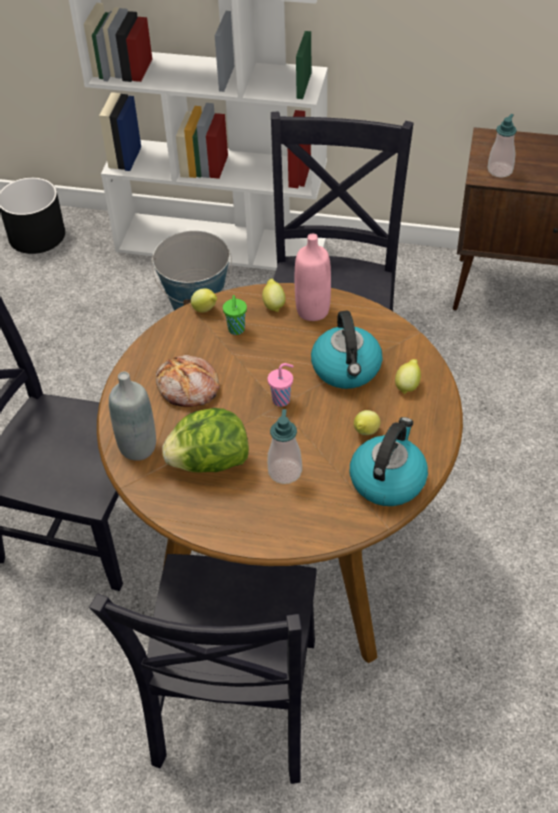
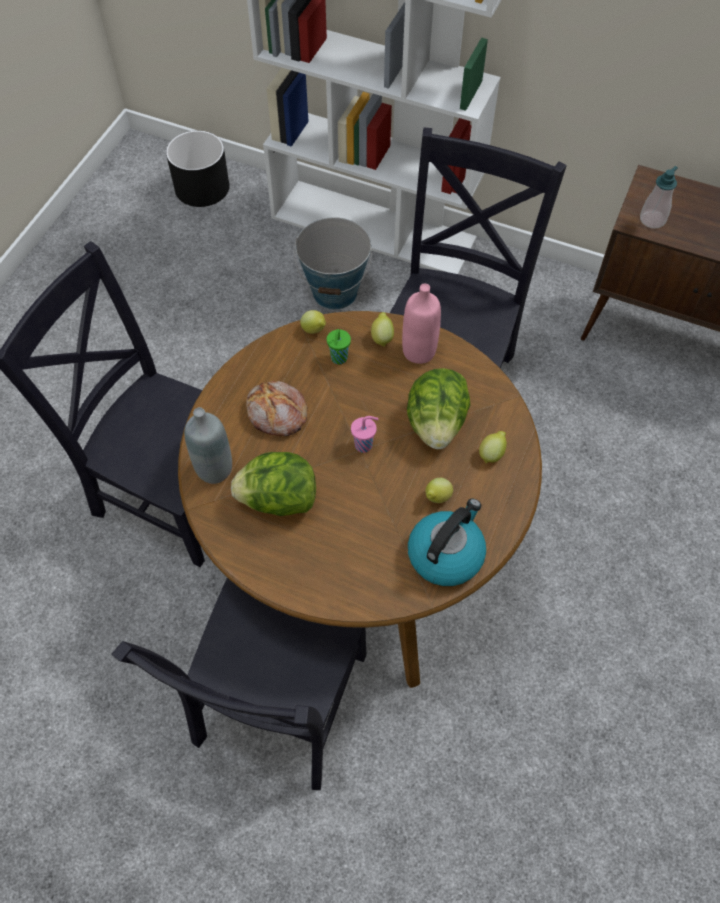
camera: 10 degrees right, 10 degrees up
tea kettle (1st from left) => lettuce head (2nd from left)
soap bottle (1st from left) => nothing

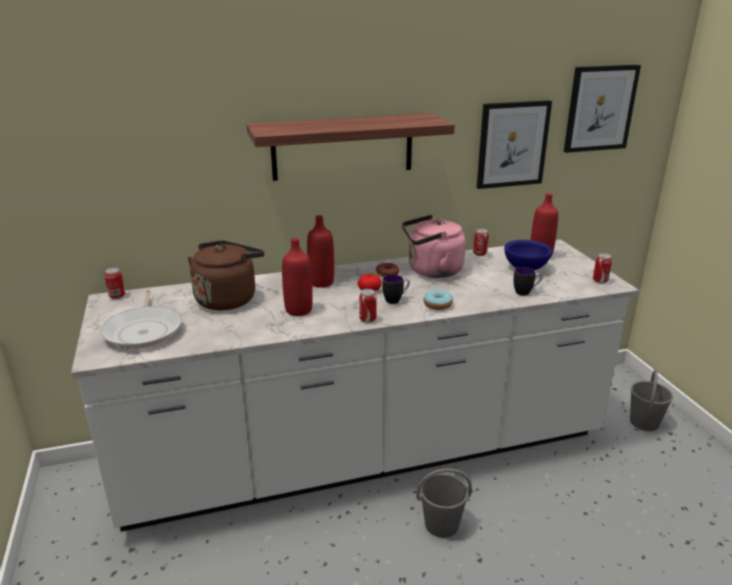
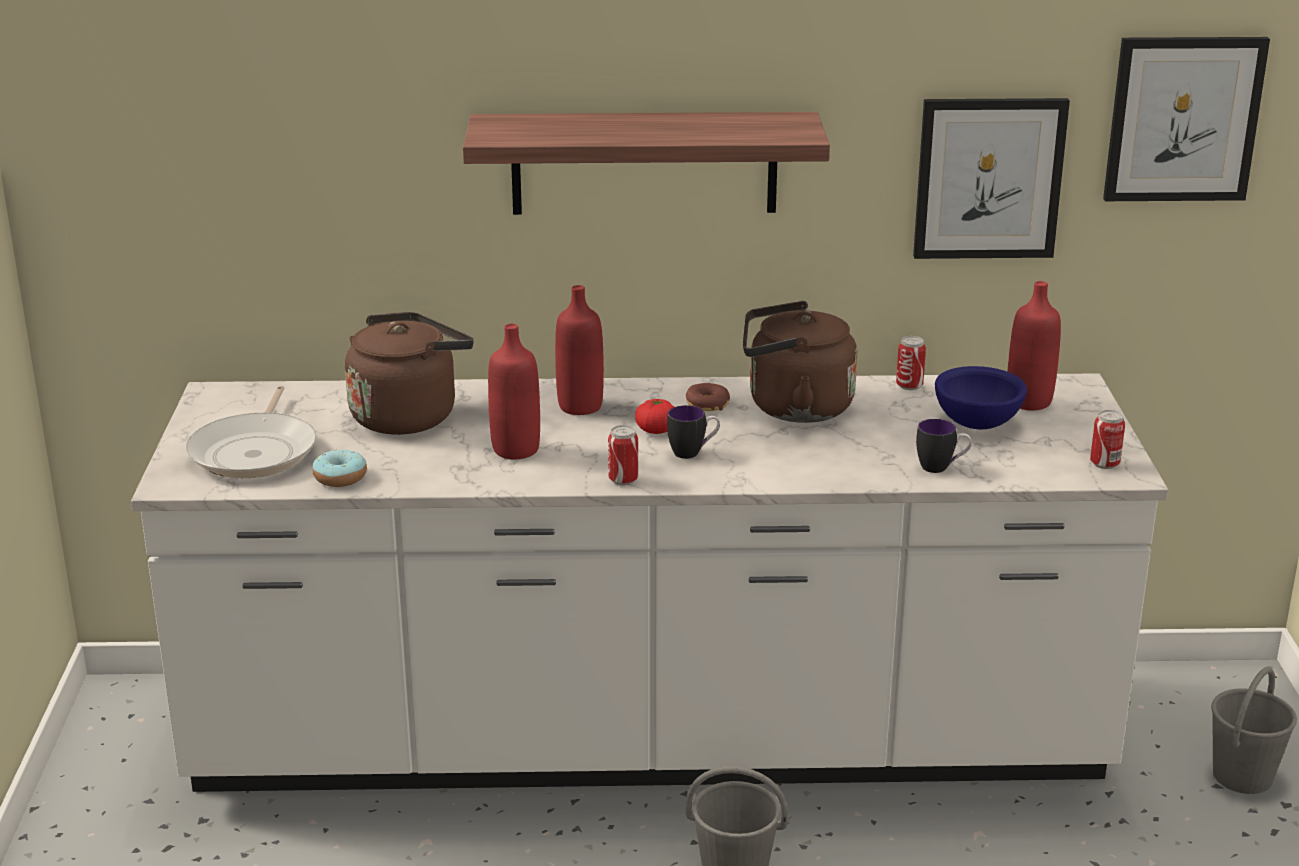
camera: 15 degrees right, 0 degrees up
doughnut (2nd from left in the first image) => doughnut (1st from left), move
pink-coloured tea kettle => brown-coloured tea kettle (2nd from left)
sealed can (1st from left) => nothing

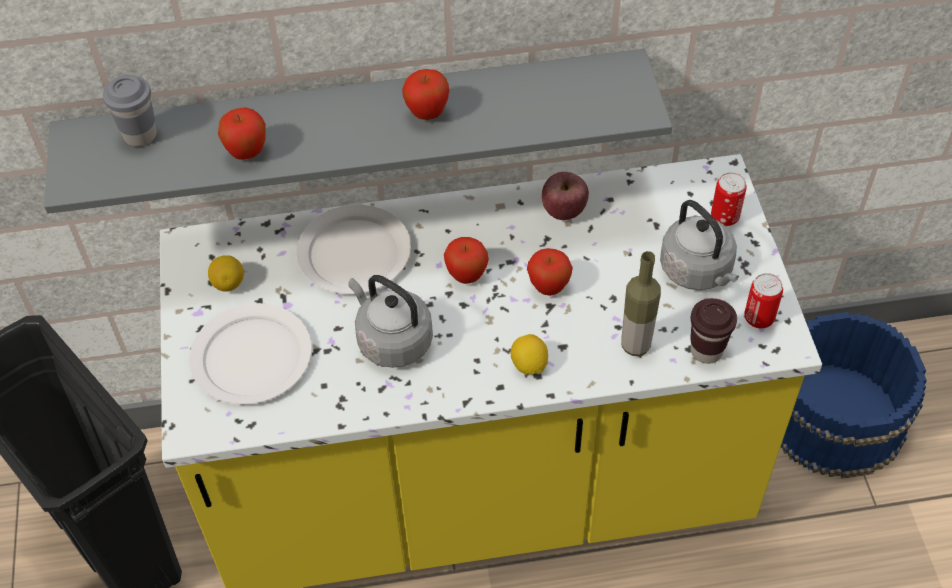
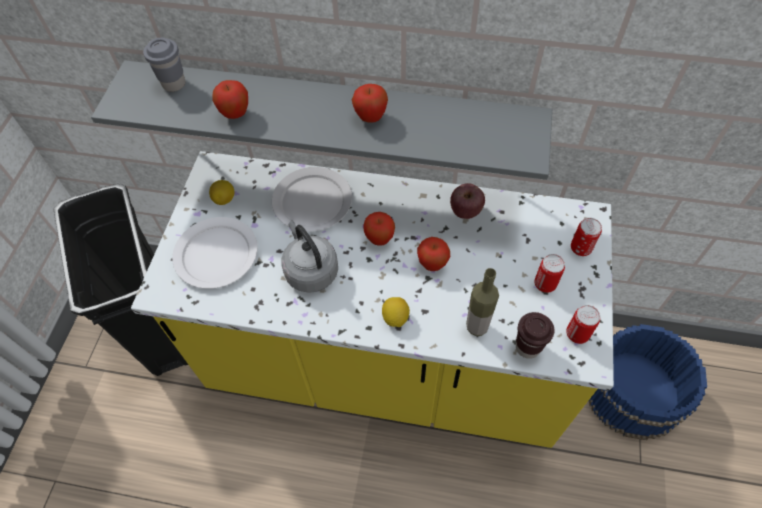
camera: 20 degrees right, 5 degrees up
greyish tea kettle (2nd from left) => sealed can (1st from left)

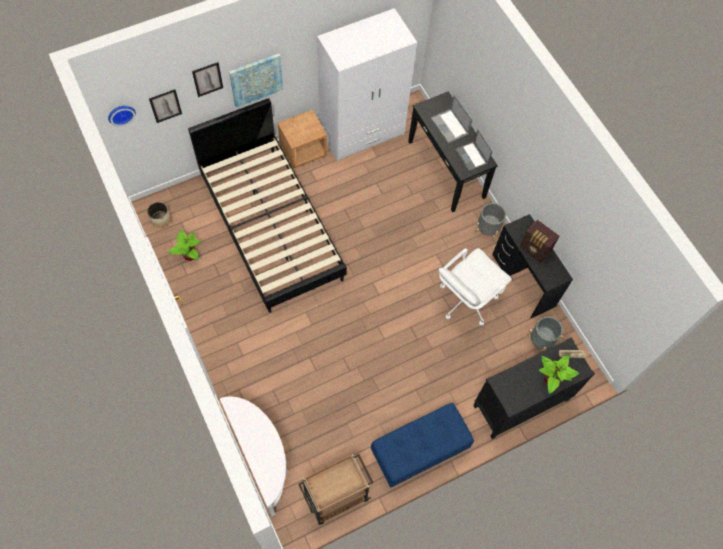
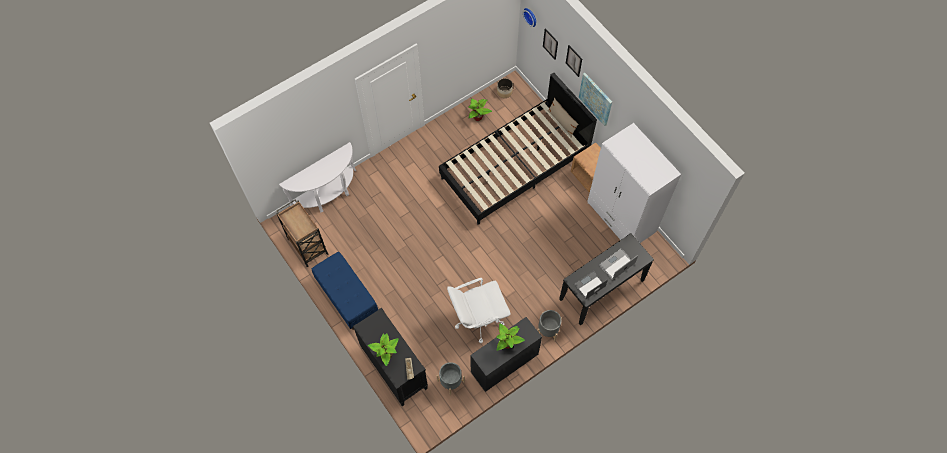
camera: 85 degrees right, 0 degrees up
white office chair, 60 degrees counterclockwise
radio receiver => houseplant (3rd from left)
nothing => beige throw pillow

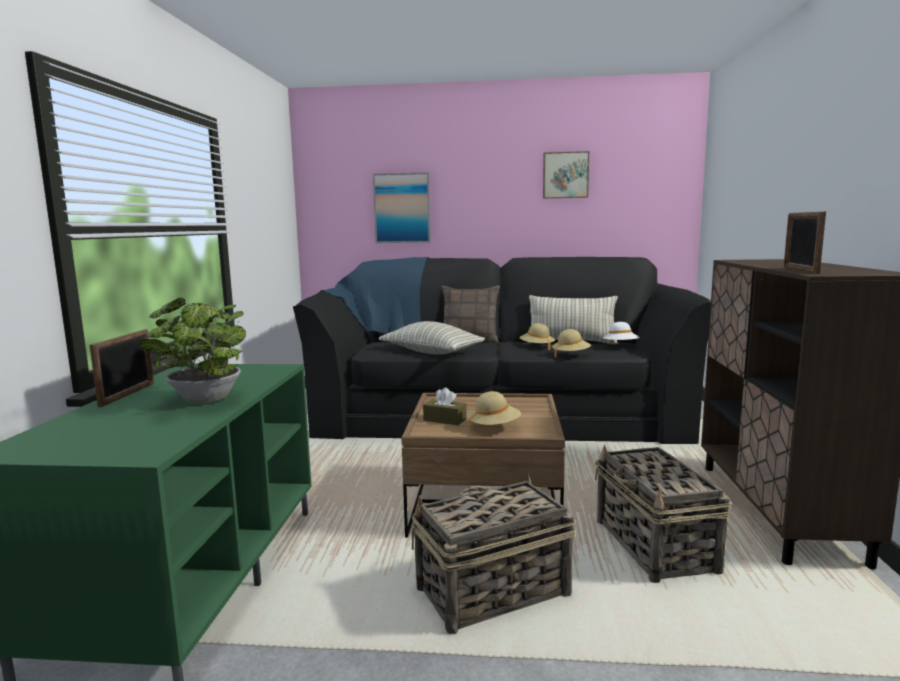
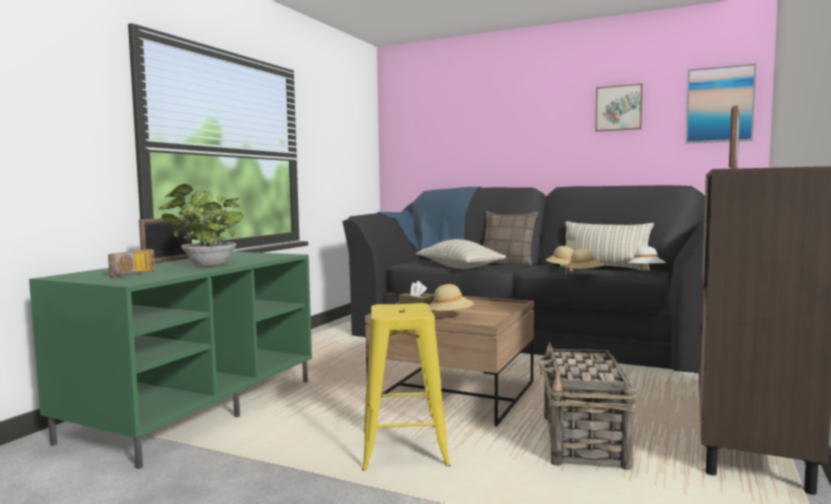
camera: 20 degrees right, 5 degrees down
nothing => radio receiver
household basket (1st from left) => yellow-coloured stool
wall art (1st from left in the first image) => wall art (2nd from left), move

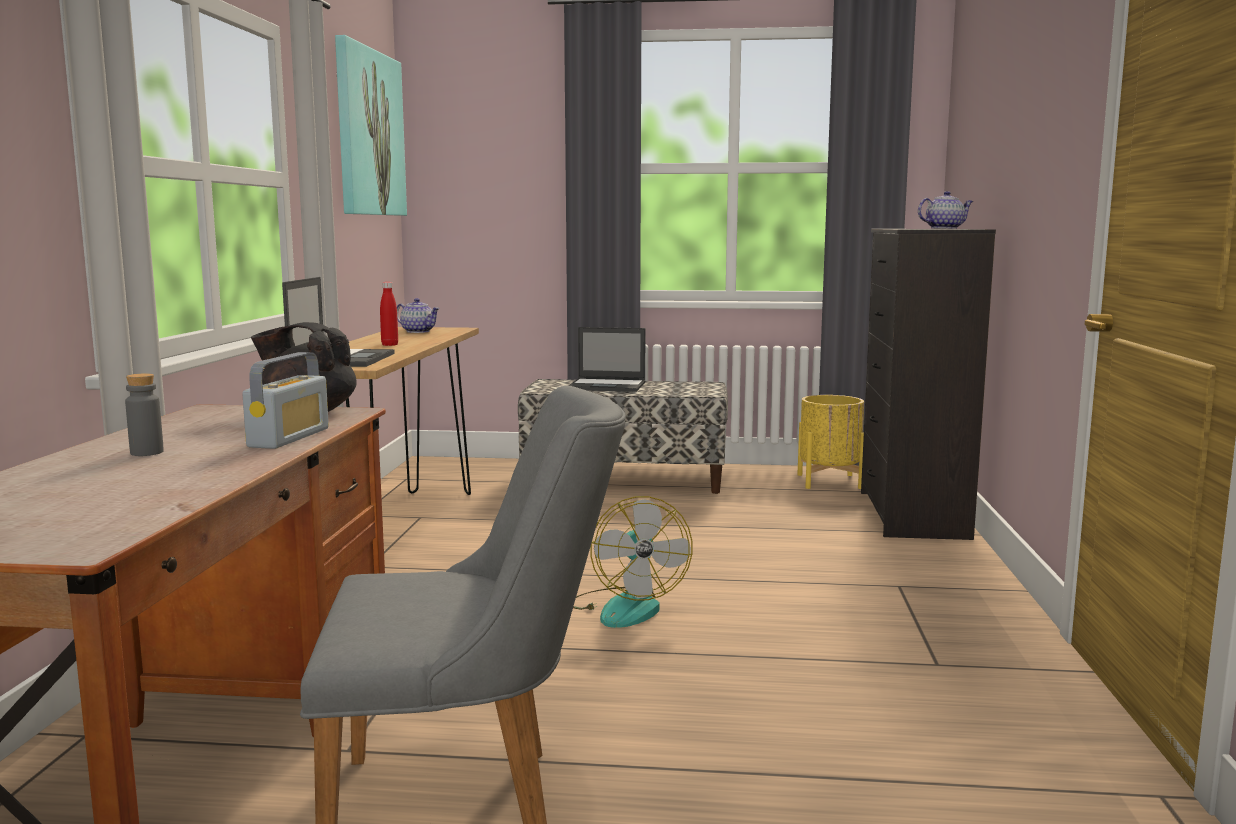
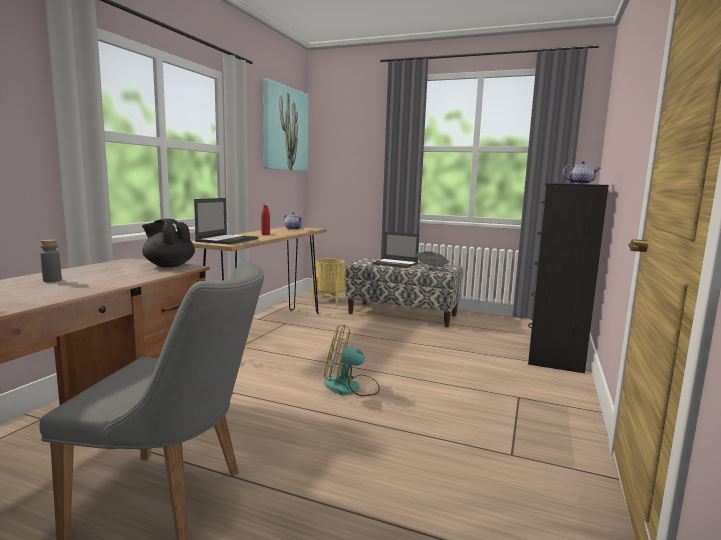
camera: 15 degrees right, 0 degrees up
yellow-coloured plant pot, move
cooling fan, 90 degrees clockwise
nothing => newspaper
radio receiver => nothing

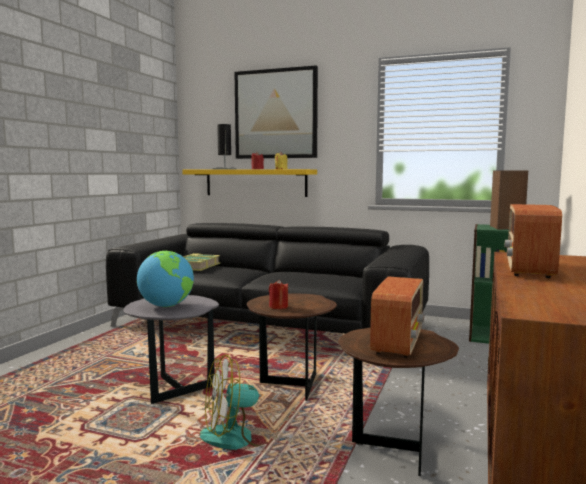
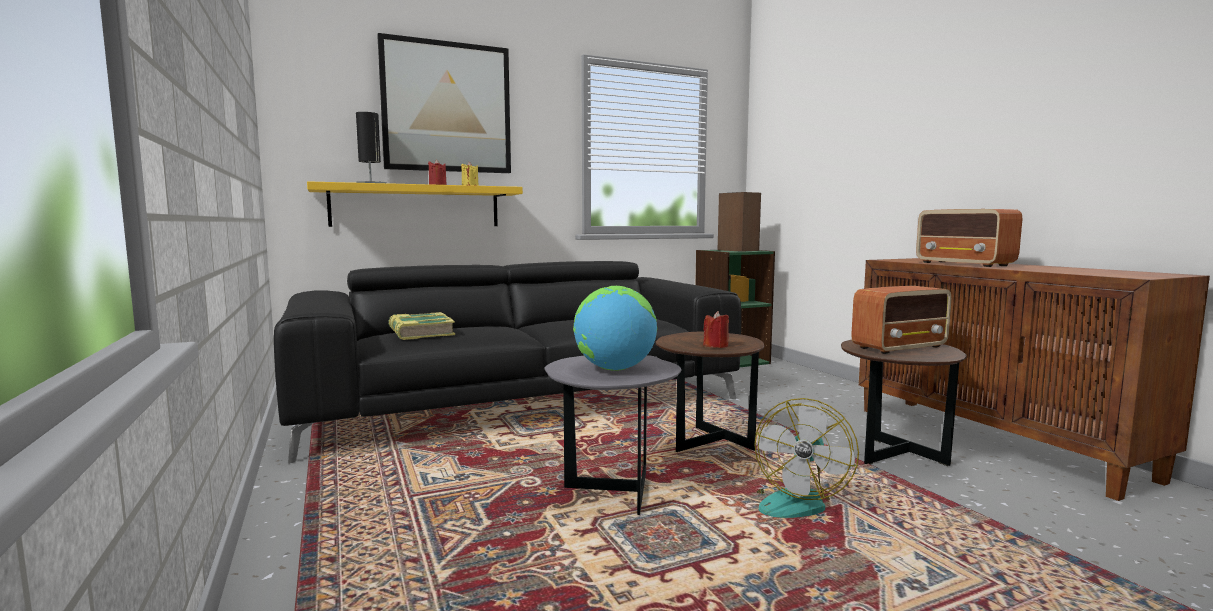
camera: 45 degrees left, 0 degrees up
radio receiver (1st from left), 90 degrees clockwise

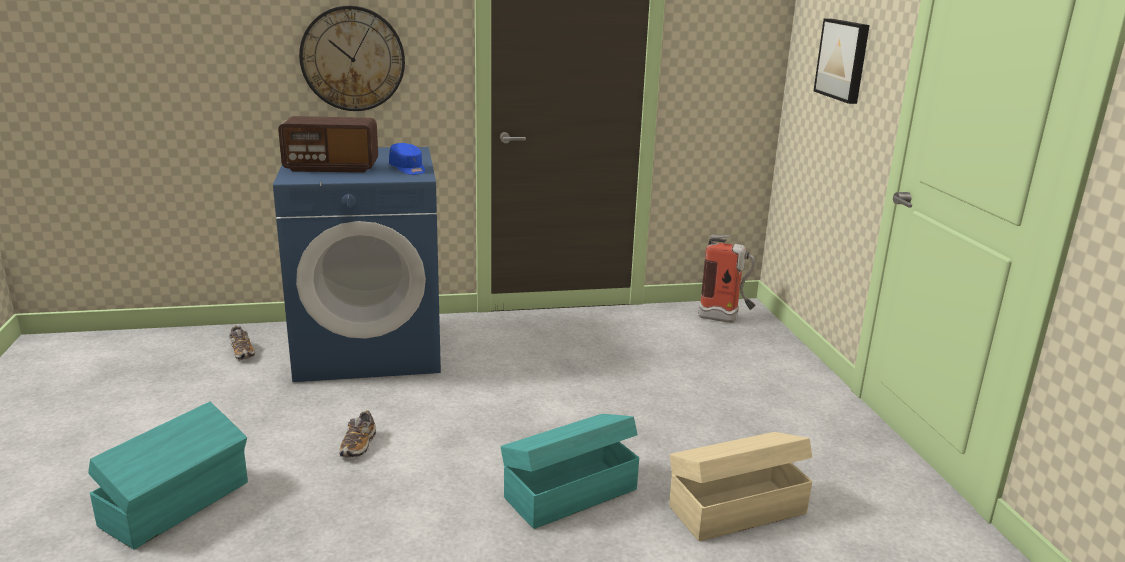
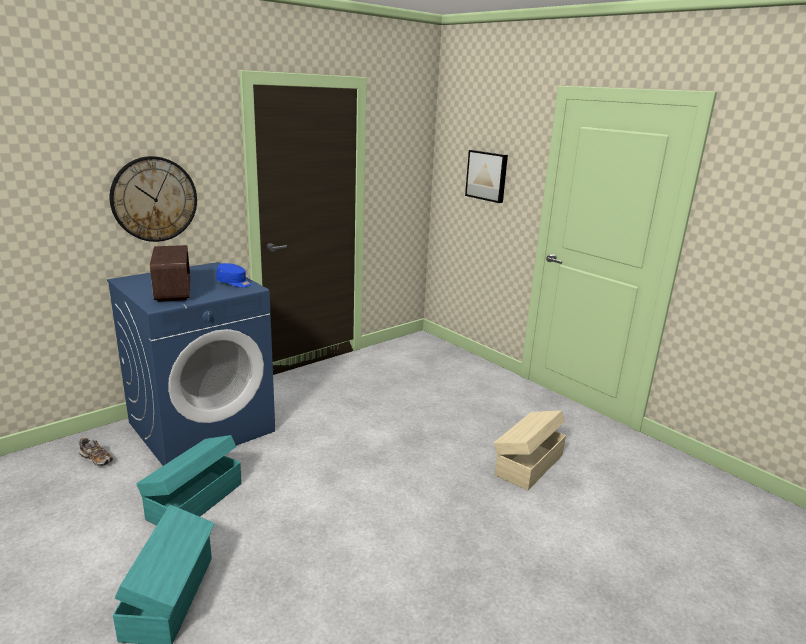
camera: 30 degrees left, 0 degrees up
turquoise-coloured storage container (2nd from left), move
radio receiver, 75 degrees counterclockwise
item of footwear (2nd from left) => nothing
fire-fighting cylinder => nothing

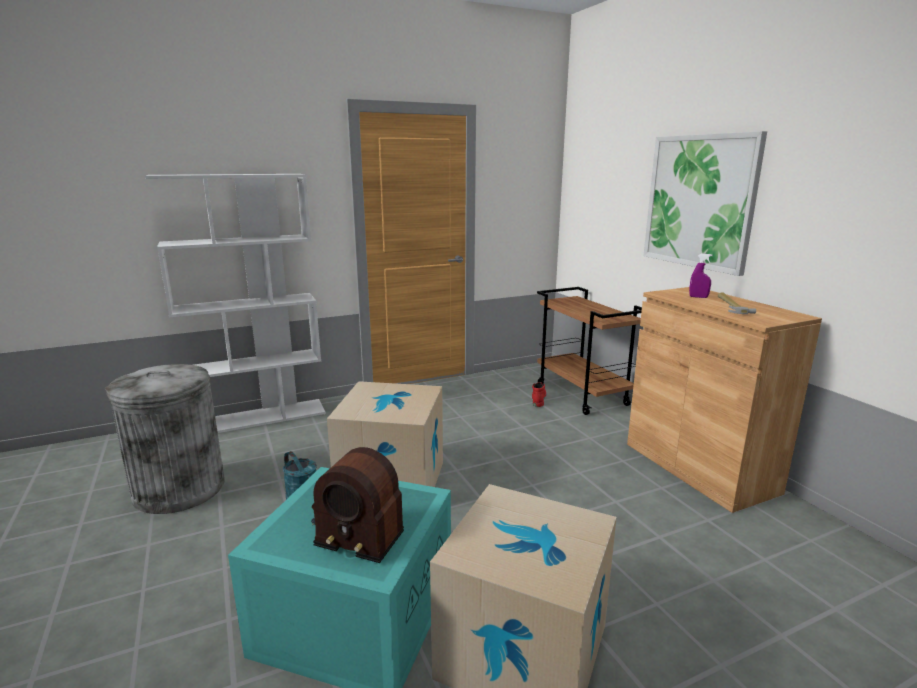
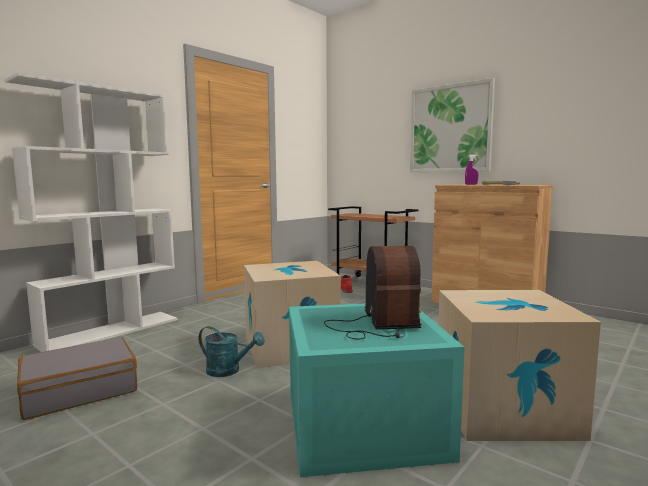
camera: 25 degrees left, 10 degrees down
greyish rubbish bin => greyish suitcase
radio receiver, 90 degrees counterclockwise

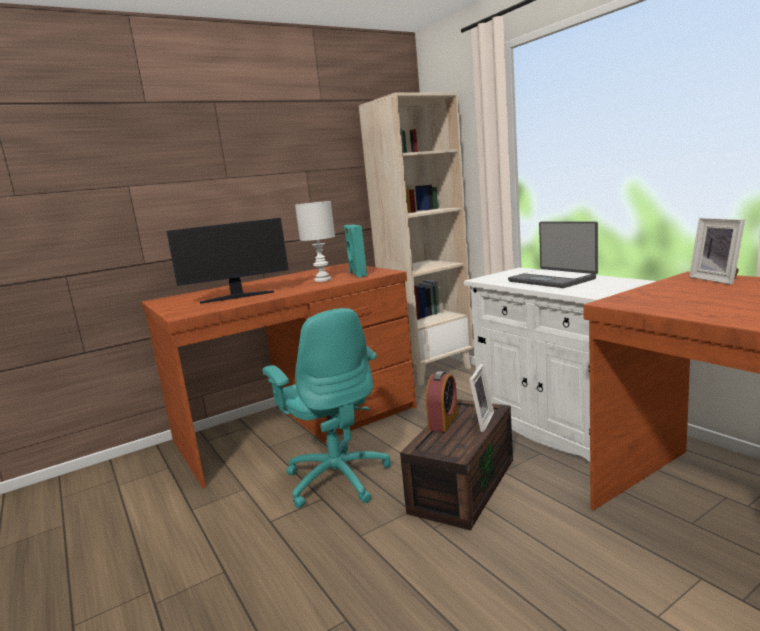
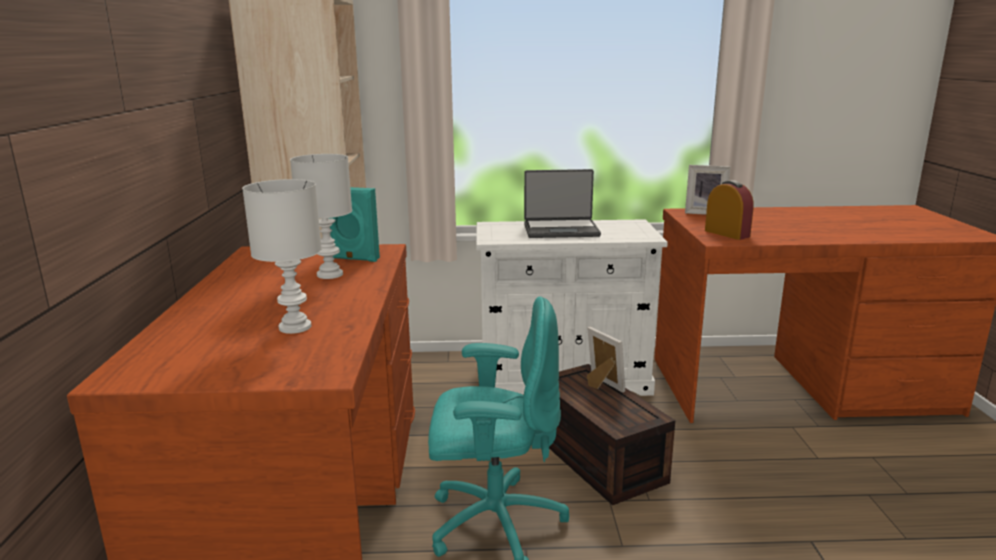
camera: 60 degrees left, 5 degrees up
computer screen => white tabletop lamp (1st from left)
table clock, move

